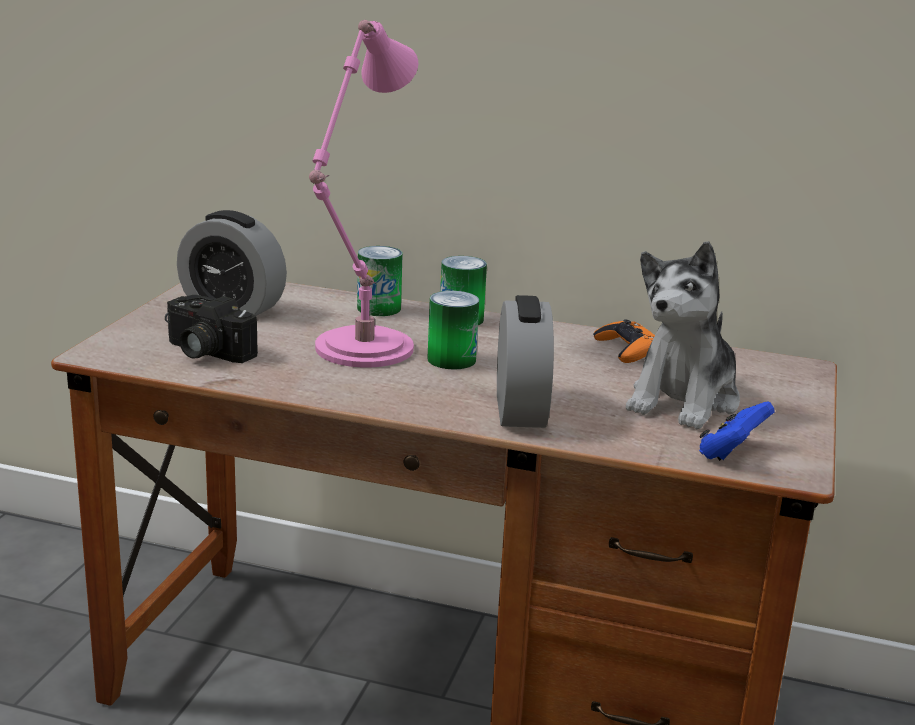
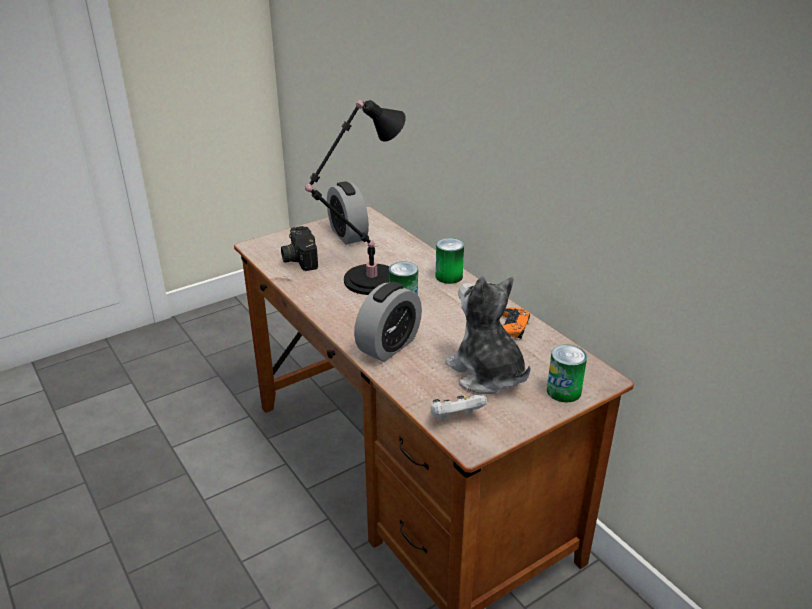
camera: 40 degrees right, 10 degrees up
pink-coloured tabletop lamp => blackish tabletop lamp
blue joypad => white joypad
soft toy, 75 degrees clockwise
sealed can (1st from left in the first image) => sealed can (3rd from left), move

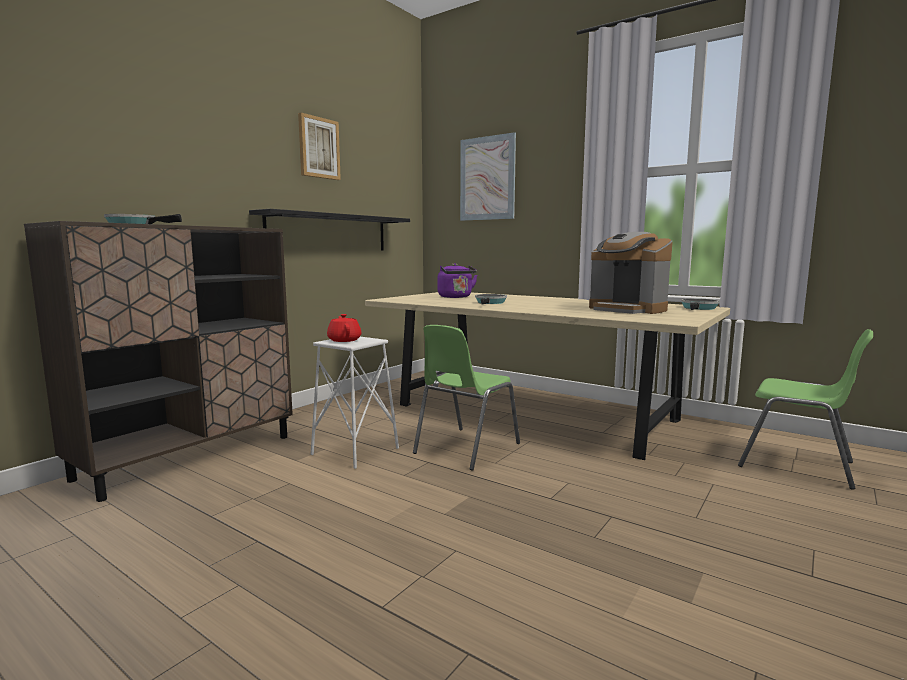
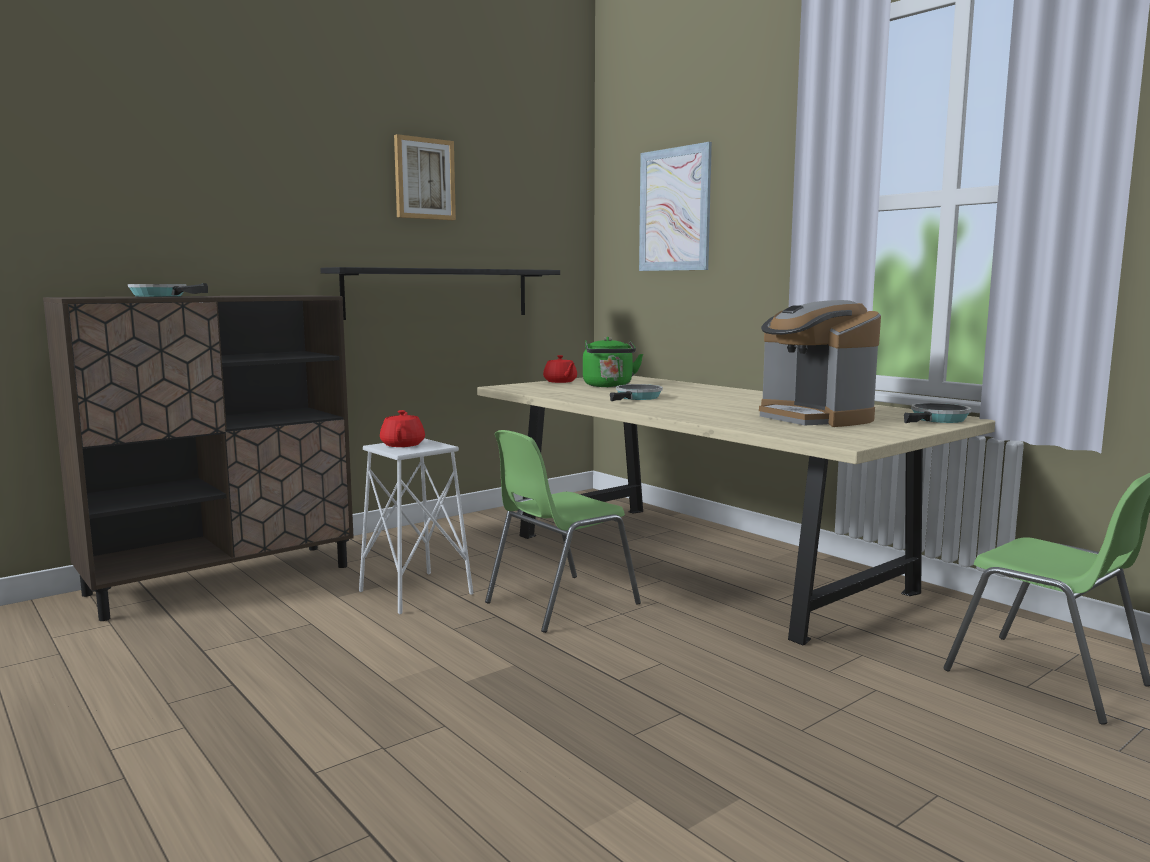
camera: 15 degrees right, 0 degrees up
nothing => reddish tea pot (2nd from left)
purple tea kettle => green tea kettle

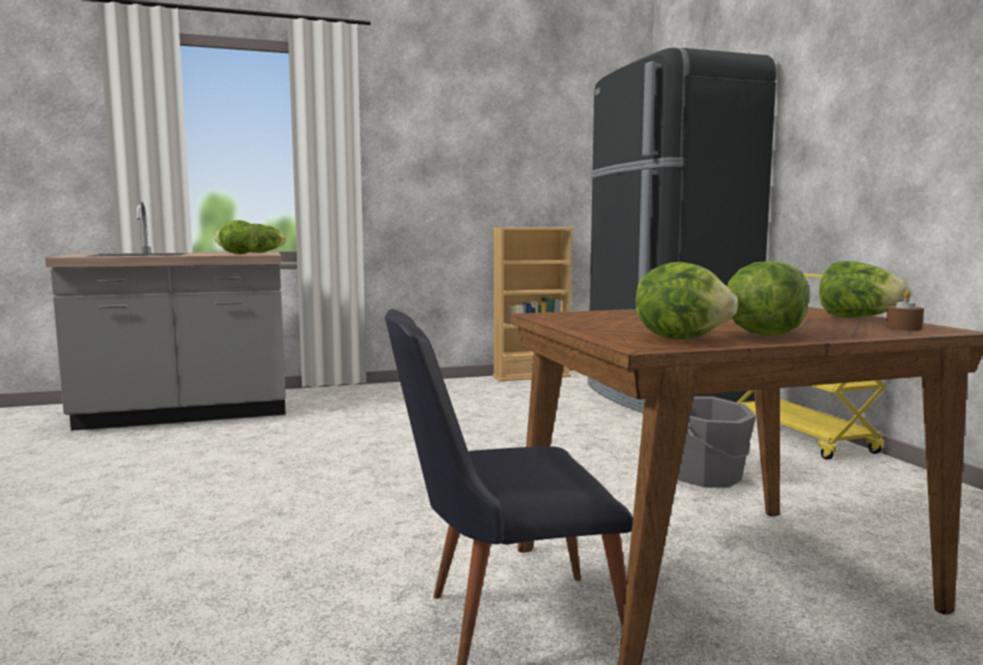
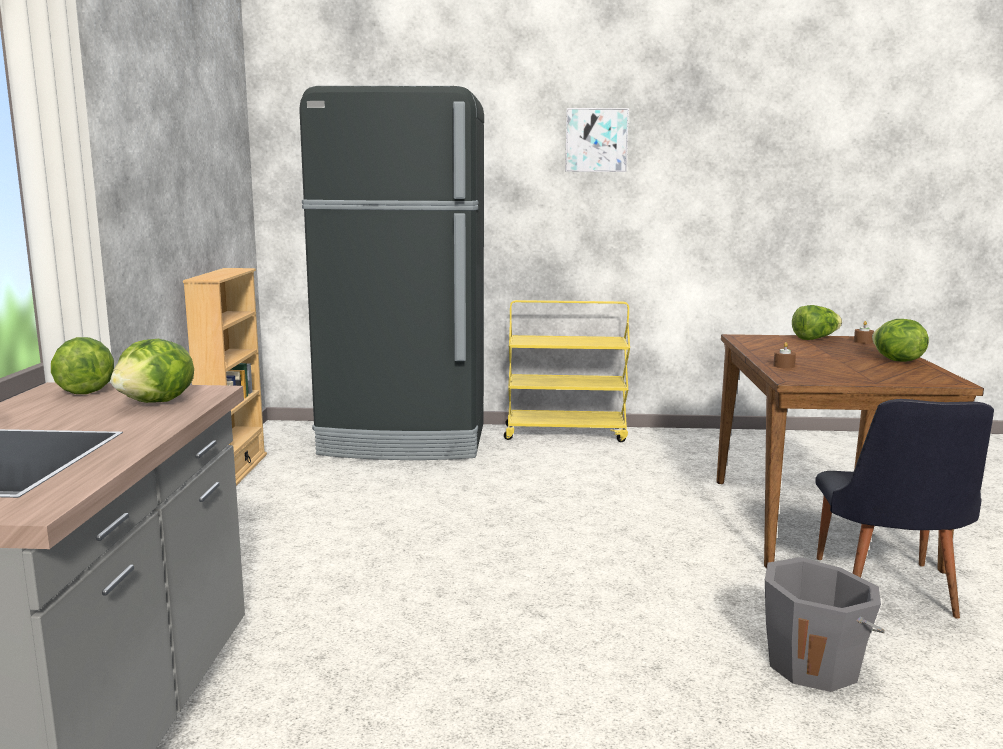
camera: 70 degrees left, 5 degrees up
nothing => wall art
greyish bucket, move
nothing => brown-coloured candle (1st from left)
lettuce head (3rd from left) => nothing

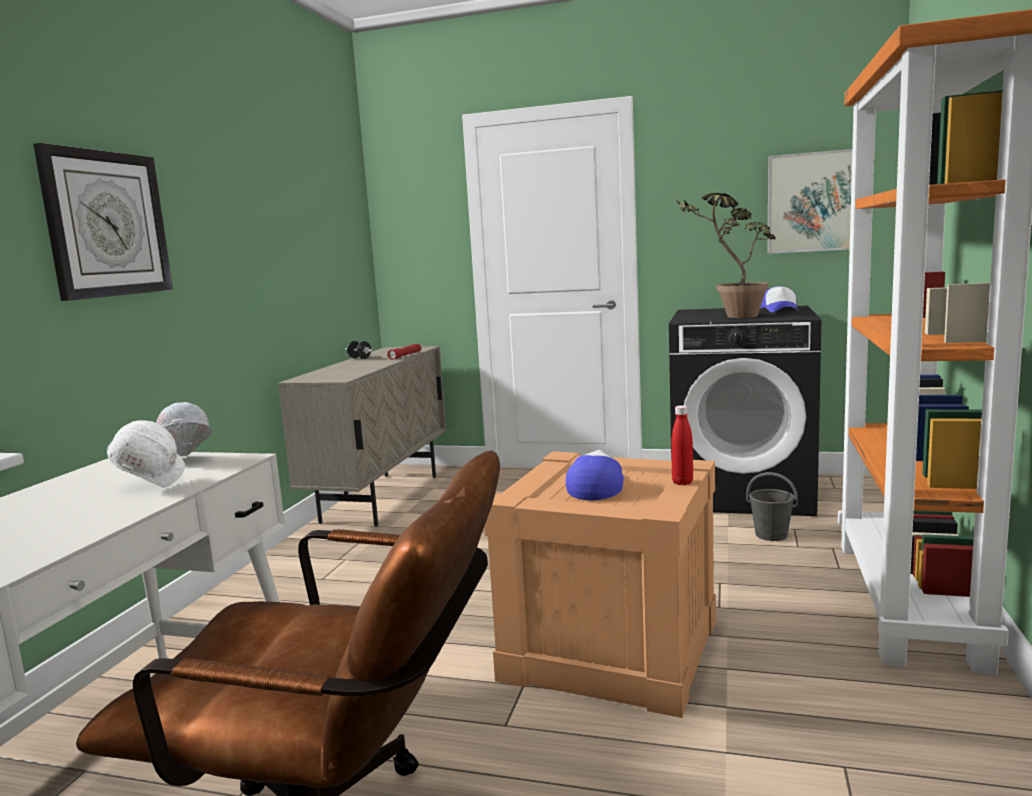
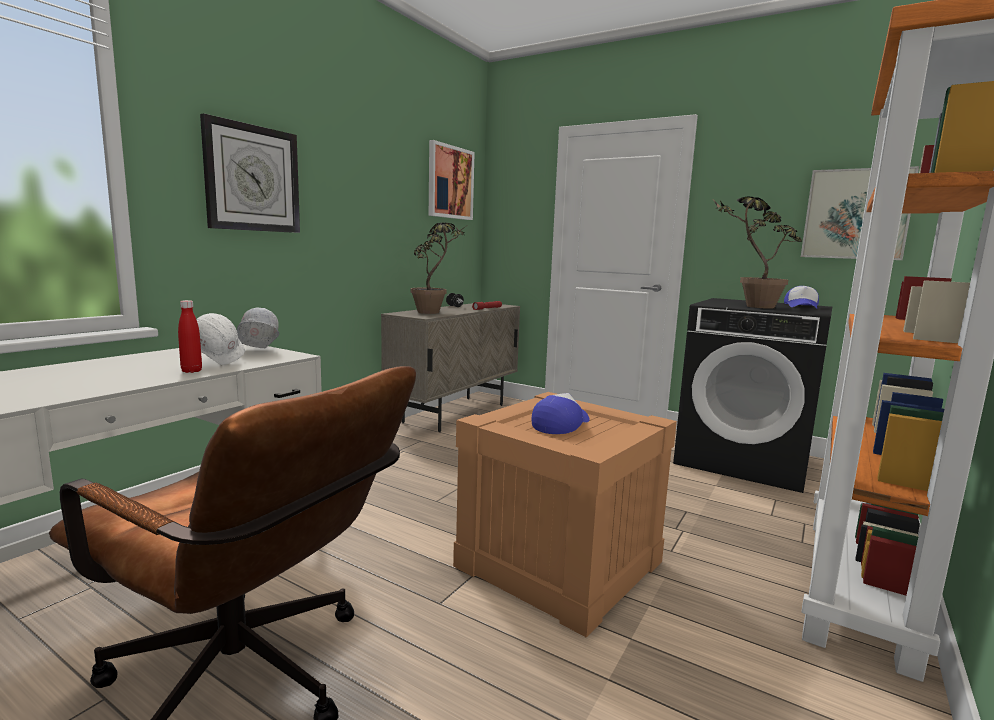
camera: 15 degrees right, 0 degrees up
reddish drink bottle, move
nothing => houseplant (1st from left)
nothing => wall art (1st from left)
greyish bucket => nothing

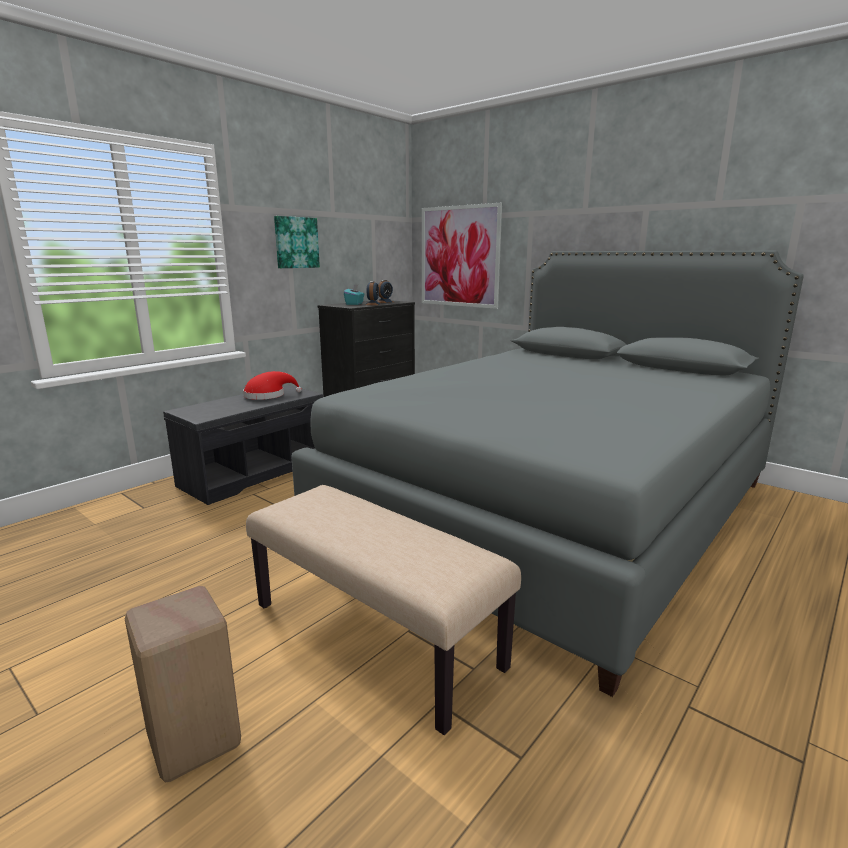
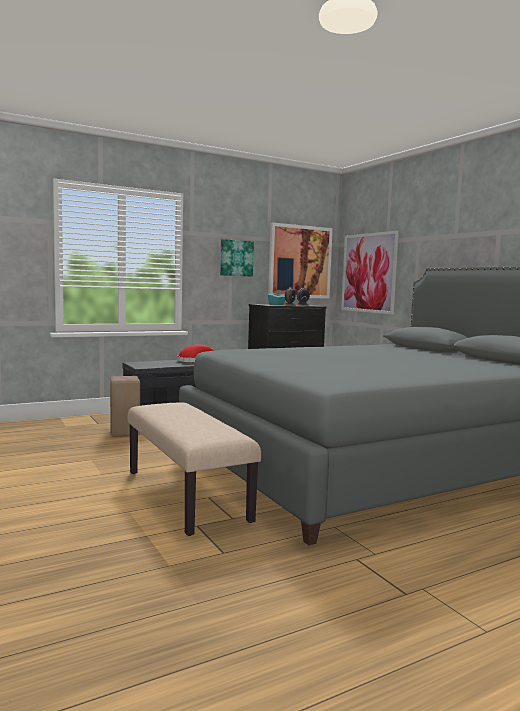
camera: 20 degrees right, 10 degrees down
beige stool, move
nothing => wall art (2nd from left)

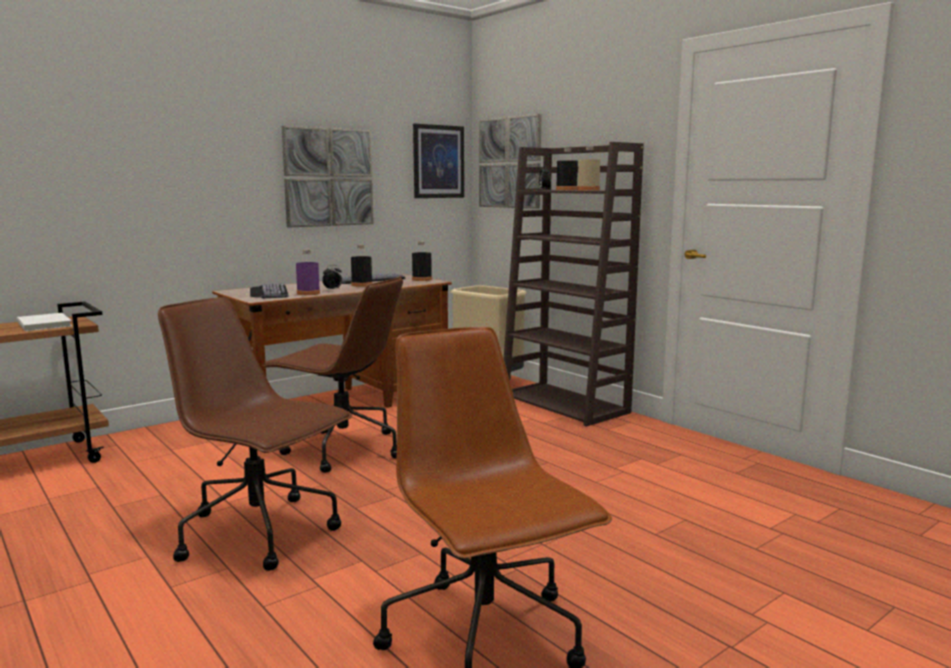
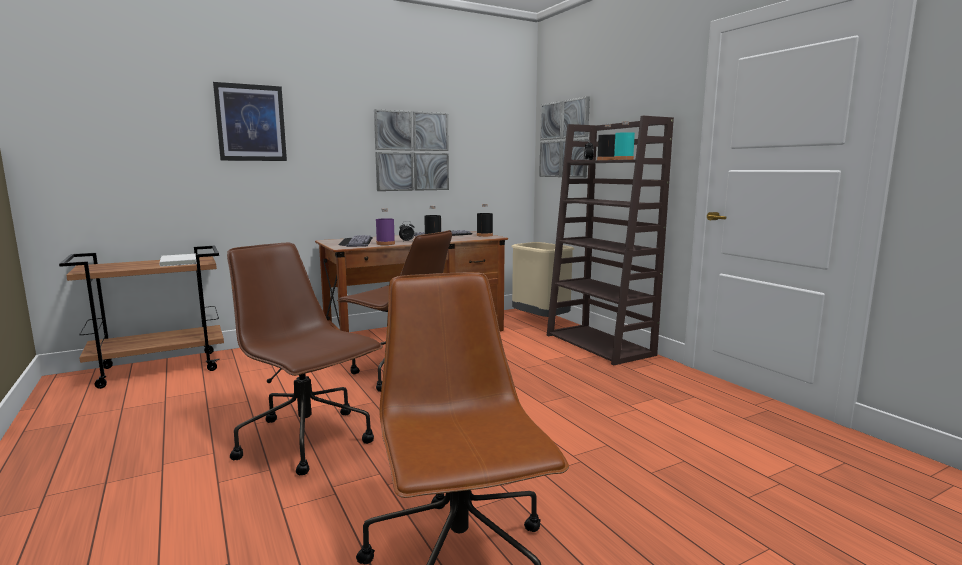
camera: 10 degrees right, 0 degrees up
wall art (2nd from left in the first image) => wall art (1st from left), move
beige drink bottle => turquoise-coloured drink bottle

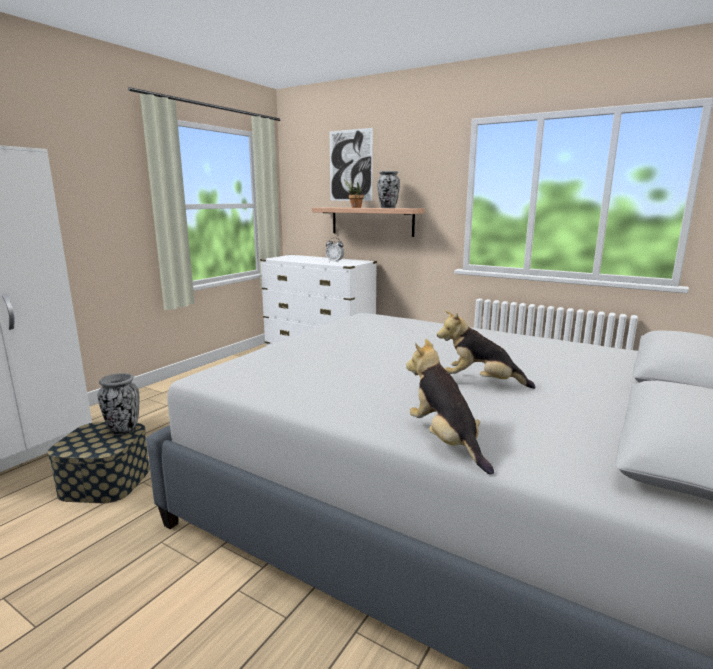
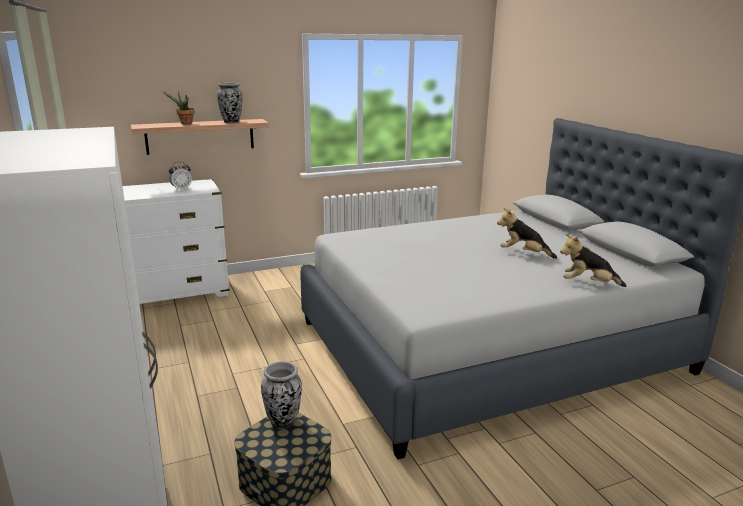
camera: 55 degrees left, 5 degrees up
soft toy (2nd from left in the first image) => soft toy (1st from left), 60 degrees clockwise
wall art => nothing

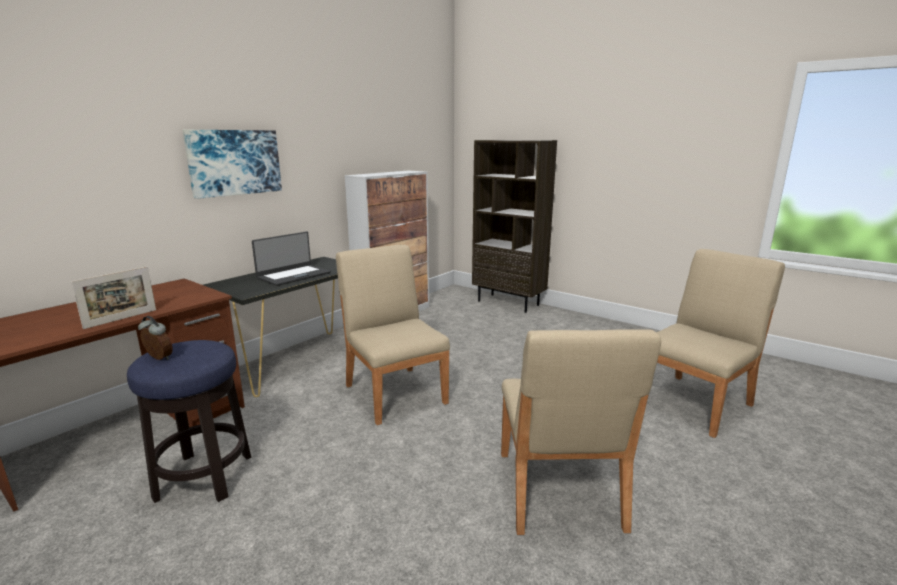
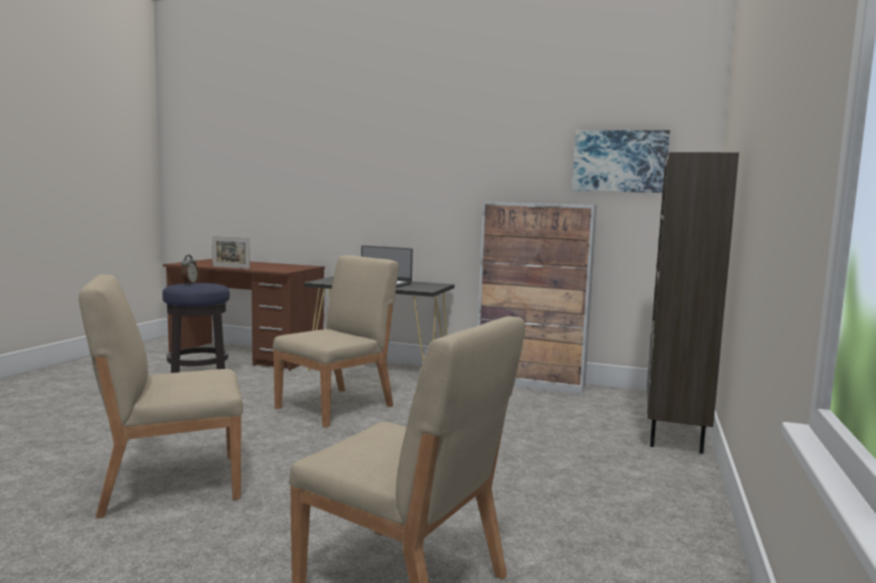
camera: 70 degrees right, 10 degrees down
wall art, move

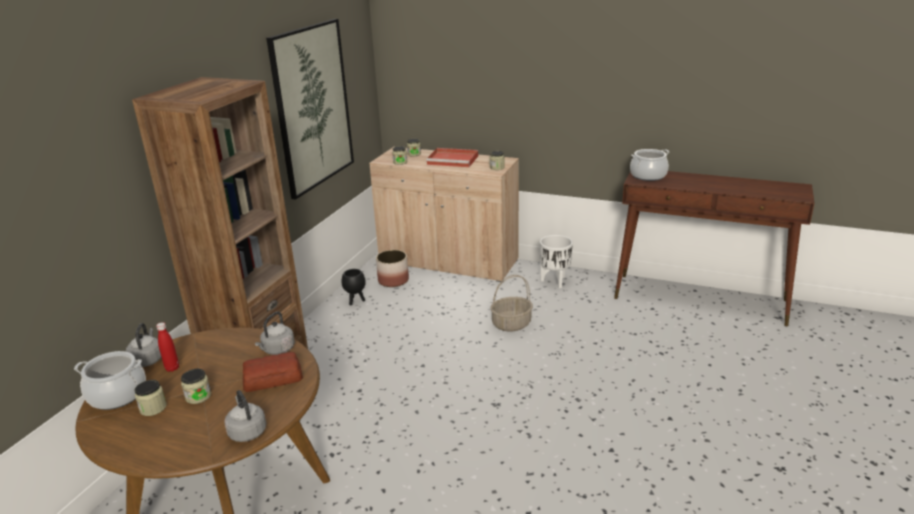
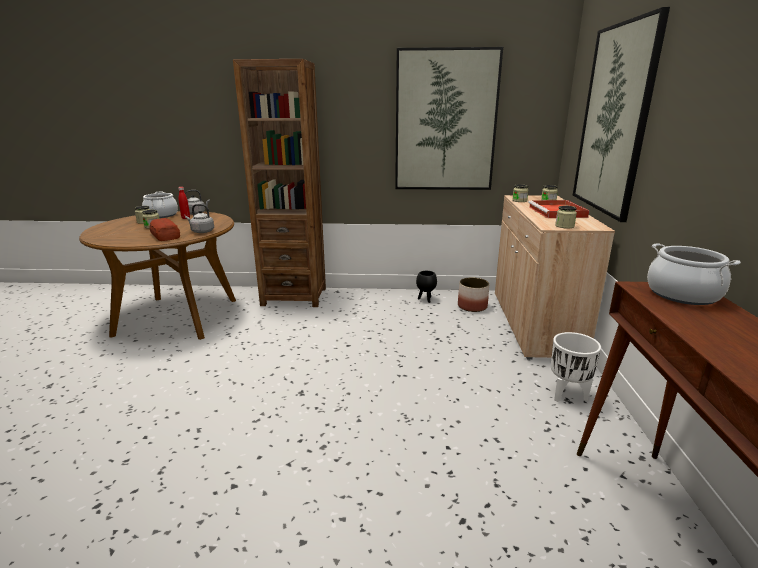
camera: 70 degrees right, 5 degrees down
nothing => wall art (2nd from left)
greyish tea kettle (2nd from left) => nothing
household basket => nothing

